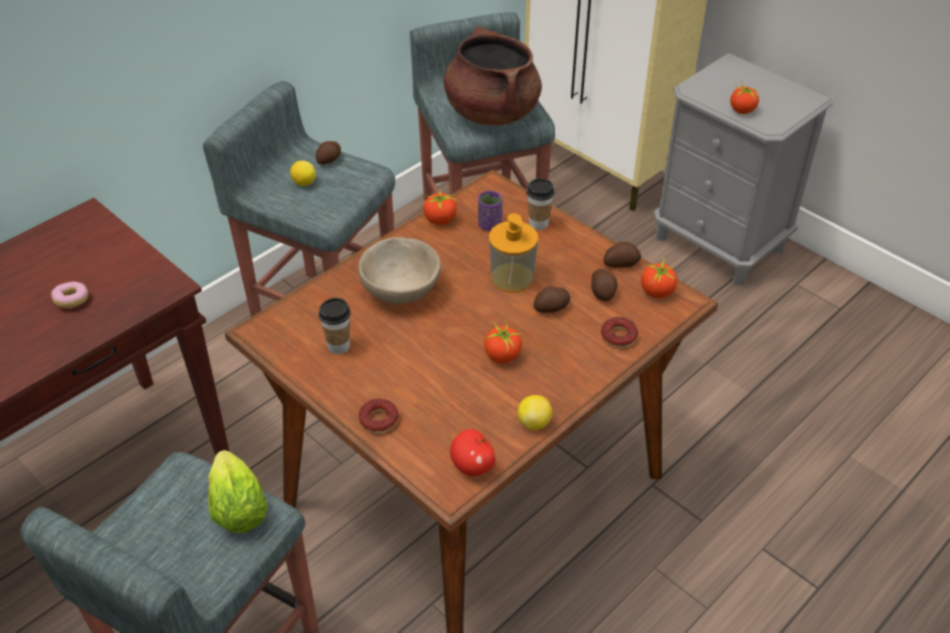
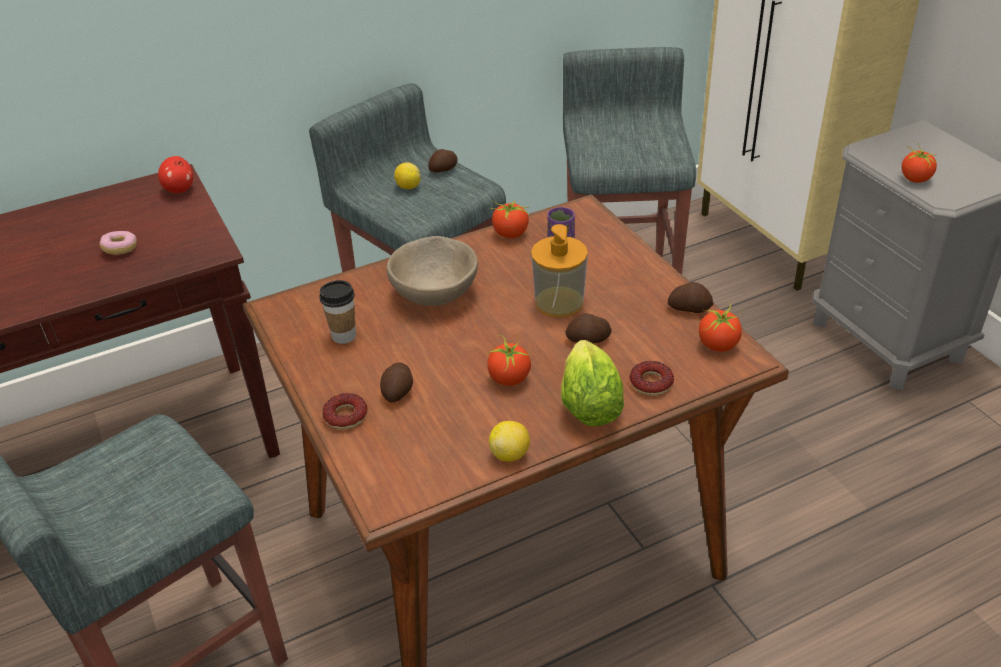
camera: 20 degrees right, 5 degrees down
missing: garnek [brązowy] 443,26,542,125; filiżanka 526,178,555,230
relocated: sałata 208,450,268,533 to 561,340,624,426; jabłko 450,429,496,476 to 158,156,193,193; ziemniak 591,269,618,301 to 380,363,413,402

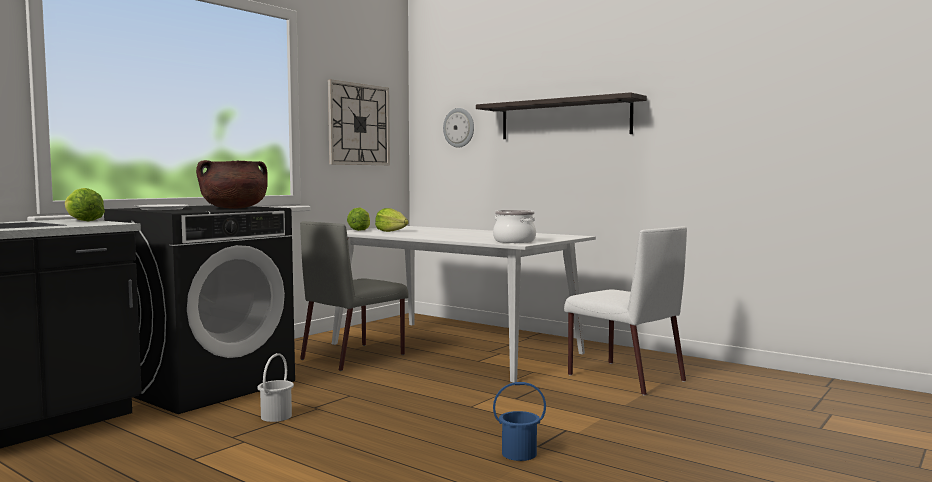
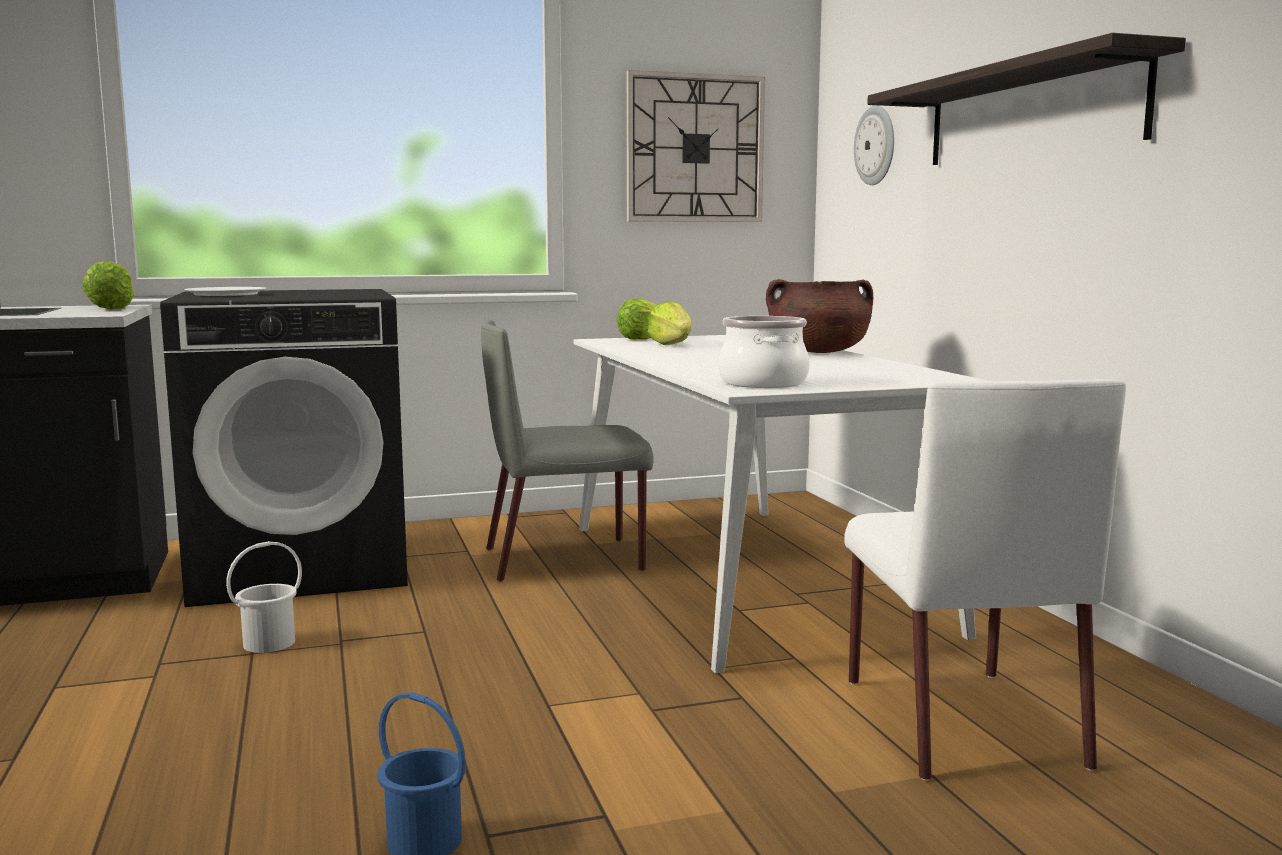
camera: 35 degrees right, 5 degrees up
relocated: garnek [brązowy] 196,160,268,209 to 766,279,873,353

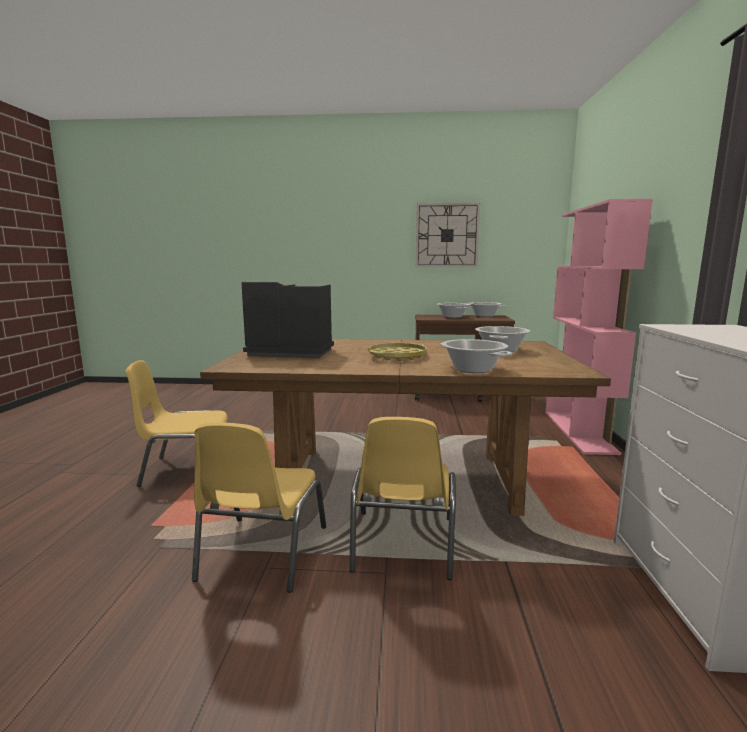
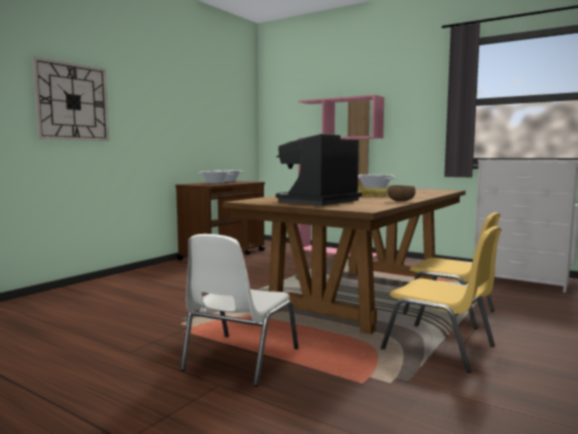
camera: 60 degrees left, 5 degrees down
missing: garnek 441,339,512,373
appeared: miska [brązowy] 387,185,416,202
relocated: zegar ścienny 416,203,480,267 to 32,57,109,141
colour: krzesło [żółty] 126,360,228,487 to krzesło [biały] 180,234,299,386

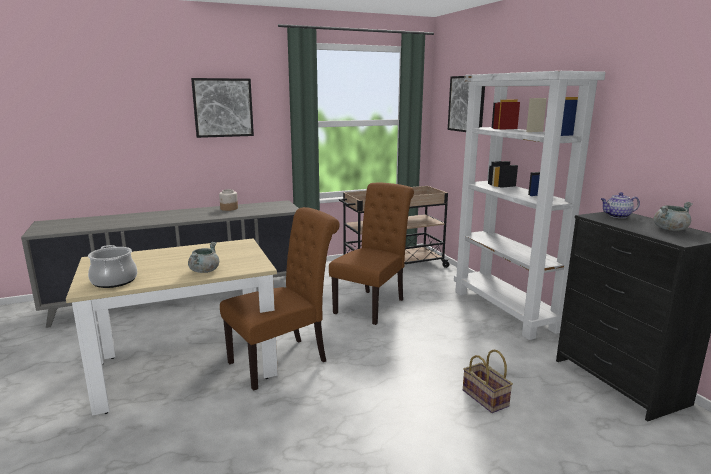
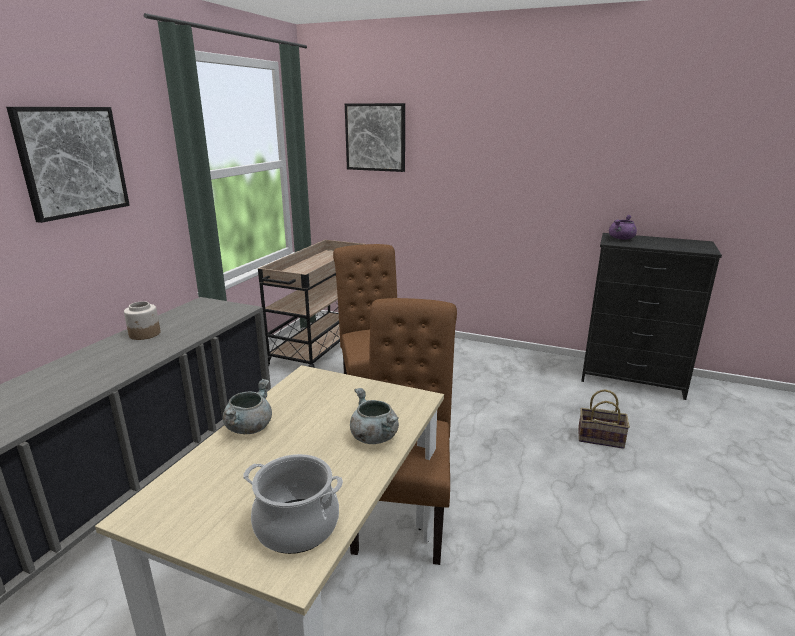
camera: 45 degrees left, 5 degrees up
missing: regał [biały] 454,71,606,340
relocated: garnek [szary] 653,202,693,231 to 223,379,272,434
exchanged: imbryk 601,192,640,218 to garnek [fioletowy] 609,215,637,240

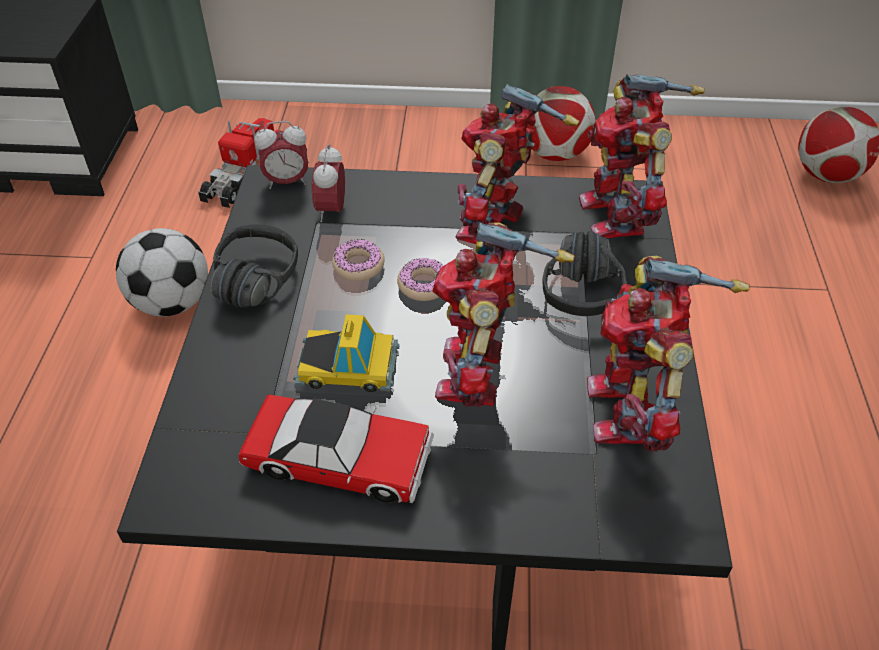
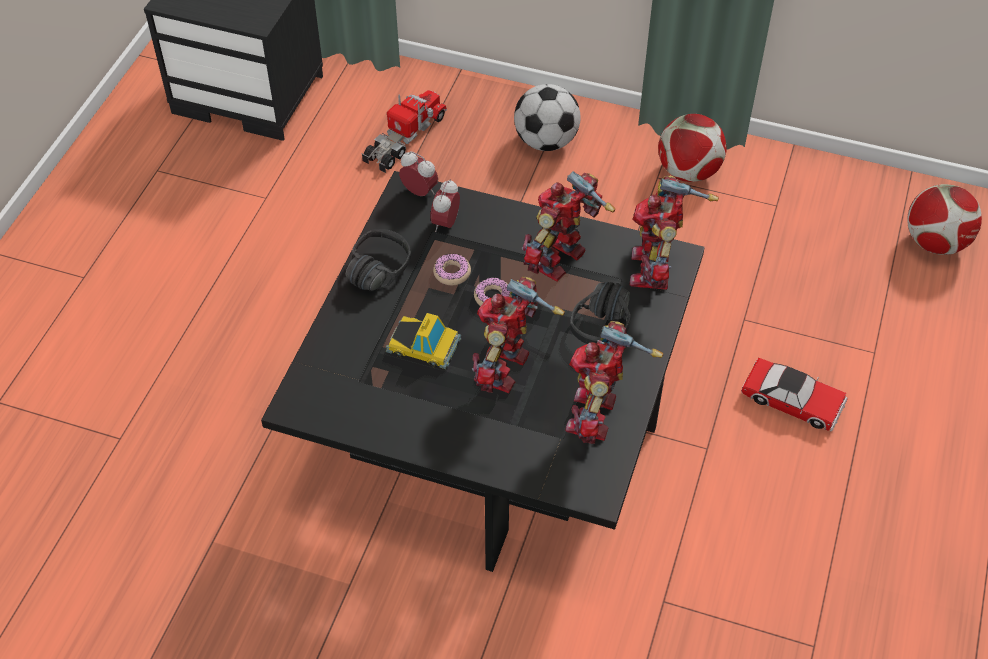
camera: 15 degrees right, 5 degrees up
relocated: piłka futbolowa 116,228,208,317 to 514,84,581,151; samochodzik 239,395,434,503 to 741,358,848,431
spun: budzik 255,121,308,189 = 399,151,438,196 150 degrees counterclockwise

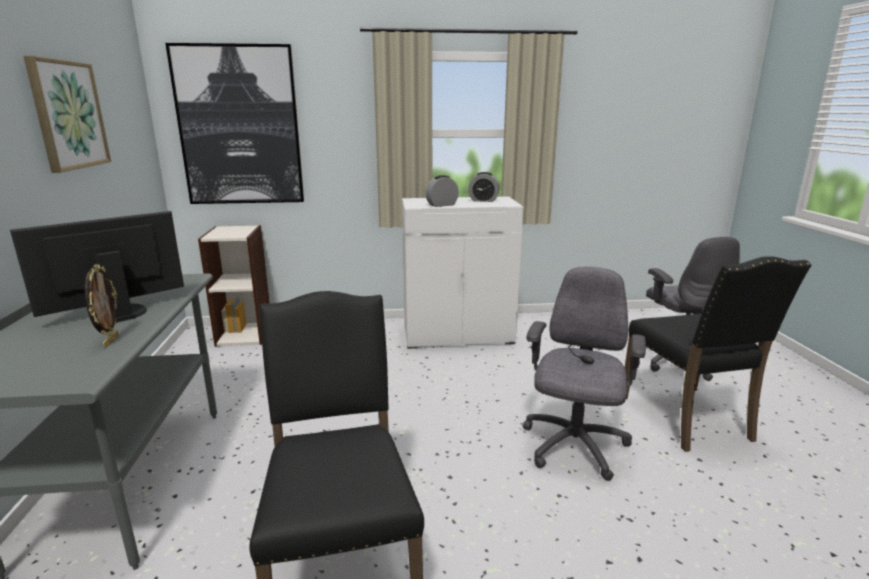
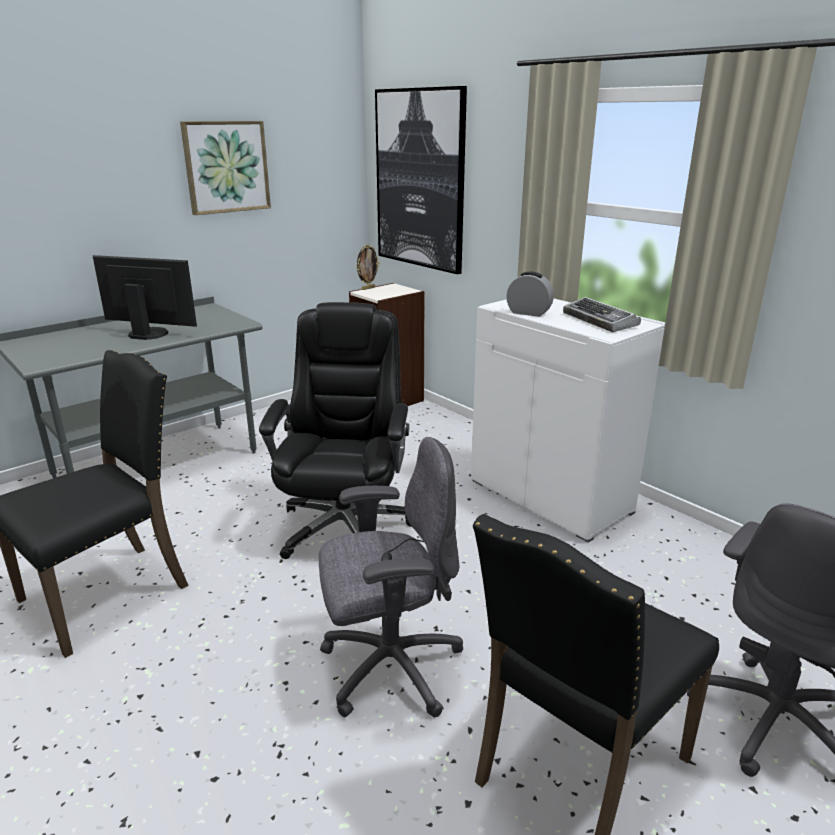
camera: 55 degrees right, 5 degrees up
appeared: krzesło biurowe [czarny] 259,302,412,559
relocated: ramka na zdjęcie 85,264,119,348 to 356,244,380,290
exchanged: budzik 468,172,500,202 to klawiatura 563,297,641,332

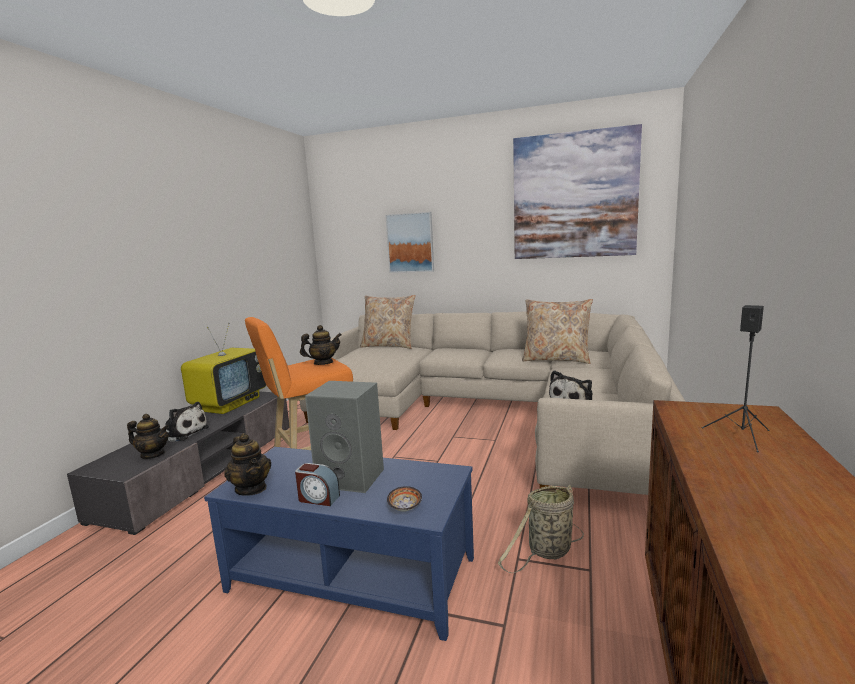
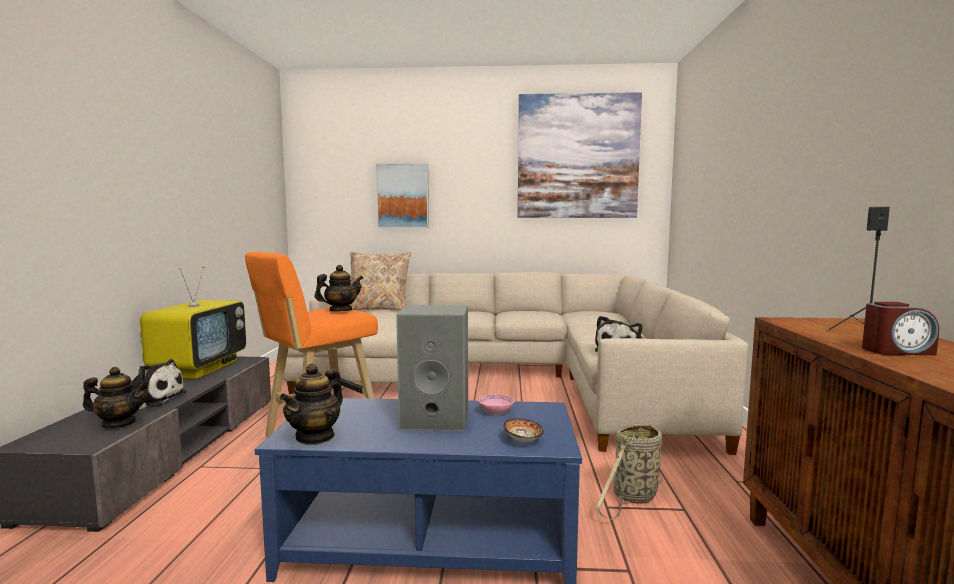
camera: 15 degrees left, 5 degrees down
missing: poduszka [beżowy] 522,299,593,364
appeared: miska [różowy] 478,394,514,414
relocated: budzik 295,463,340,506 to 862,302,939,355
spun: imbryk 224,433,271,496 = 280,363,343,445 75 degrees clockwise

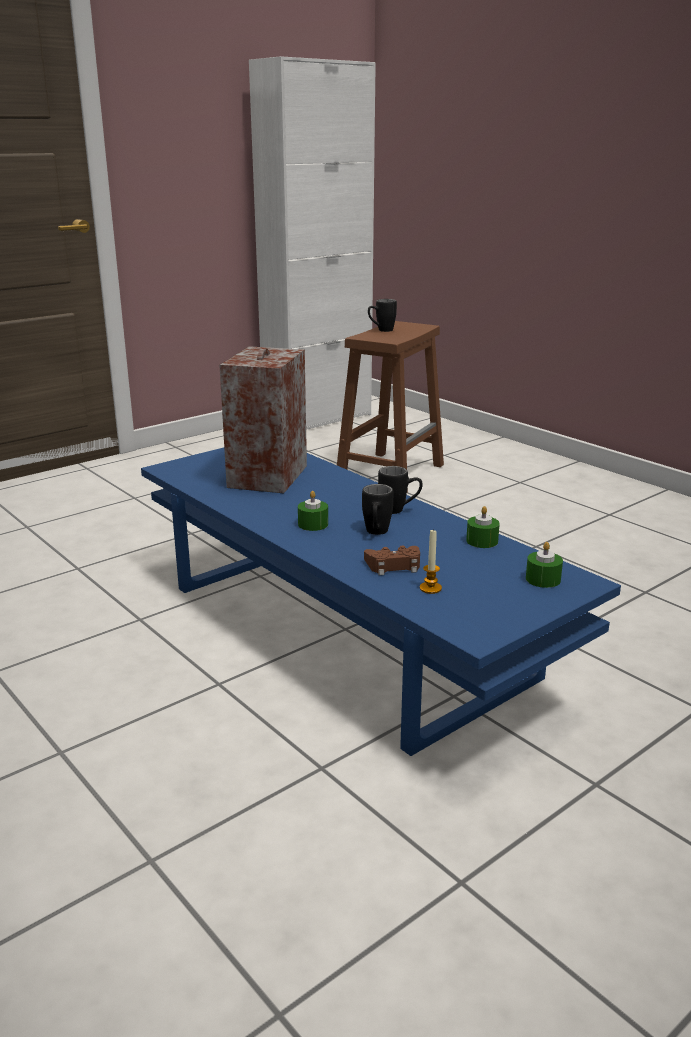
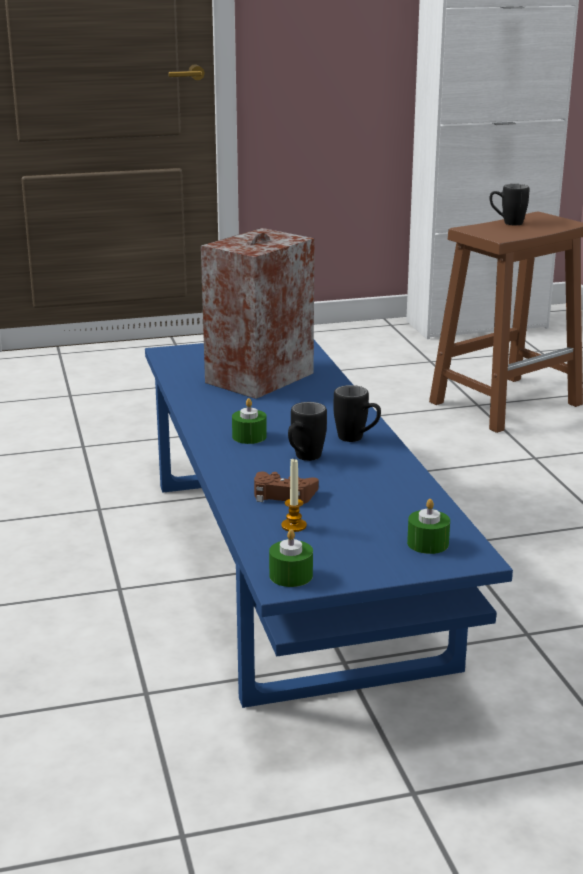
camera: 25 degrees right, 0 degrees up
relocated: świeca [zielony] 466,506,500,548 to 269,529,313,587

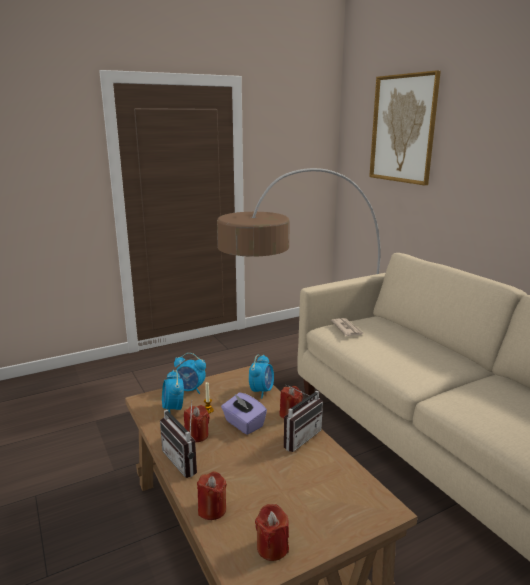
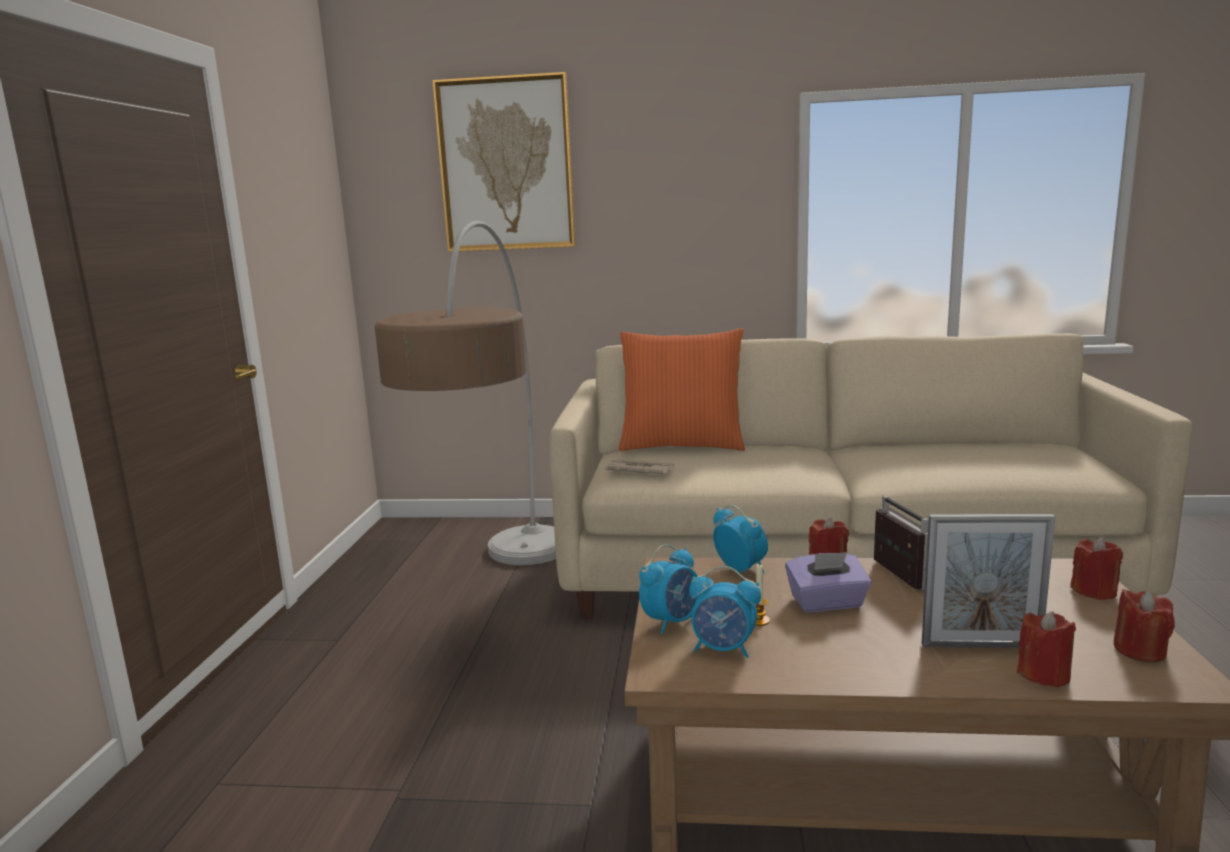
camera: 55 degrees left, 5 degrees down
missing: radio 160,400,197,478
appeared: poduszka [pomarańczowy] 619,328,745,451; ramka na zdjęcie 922,514,1055,648
relocated: świeca [czerwony] 184,405,210,442 to 1070,538,1123,600

